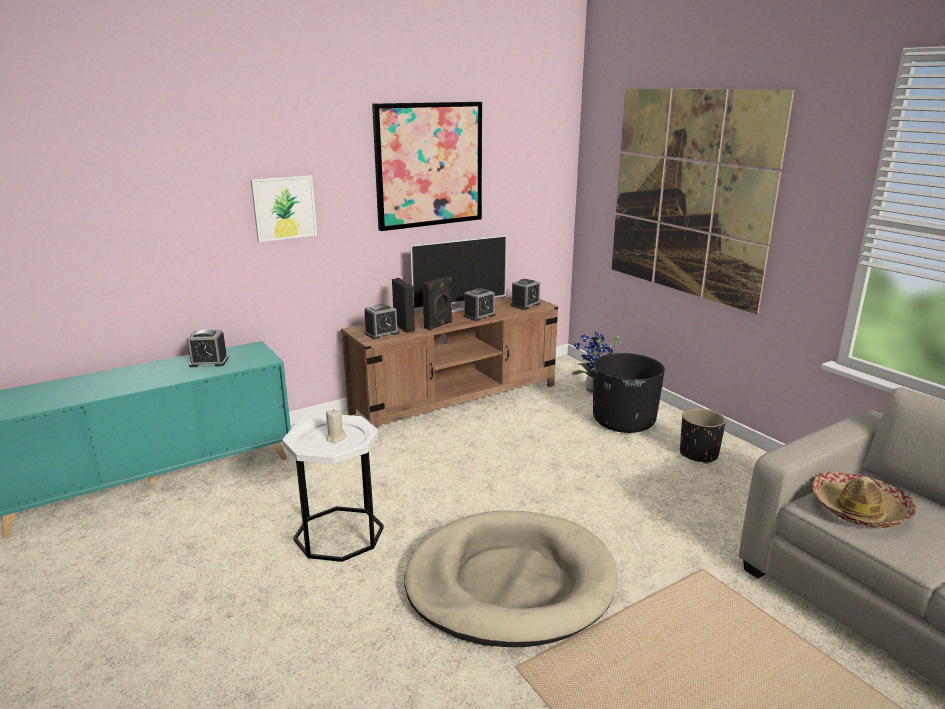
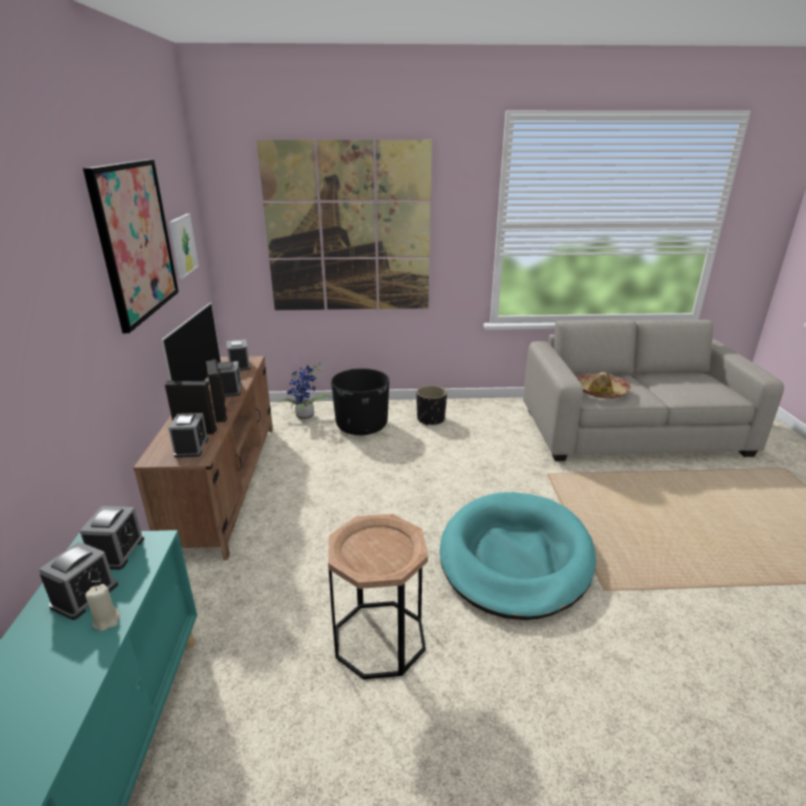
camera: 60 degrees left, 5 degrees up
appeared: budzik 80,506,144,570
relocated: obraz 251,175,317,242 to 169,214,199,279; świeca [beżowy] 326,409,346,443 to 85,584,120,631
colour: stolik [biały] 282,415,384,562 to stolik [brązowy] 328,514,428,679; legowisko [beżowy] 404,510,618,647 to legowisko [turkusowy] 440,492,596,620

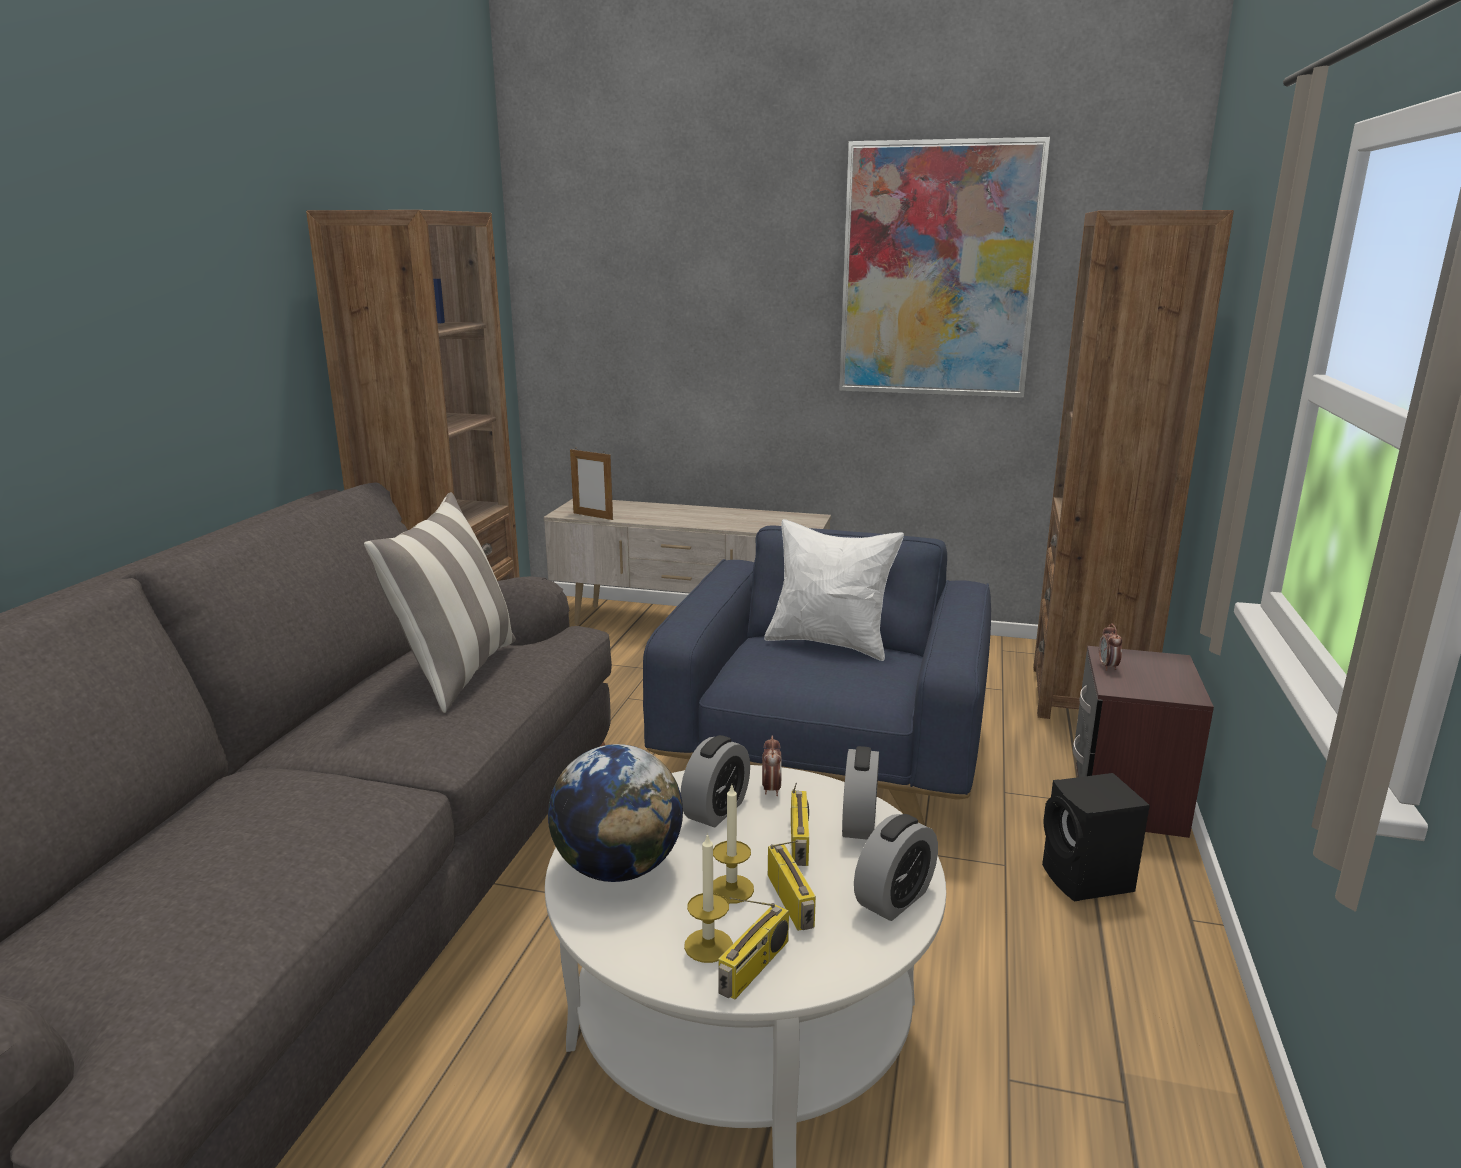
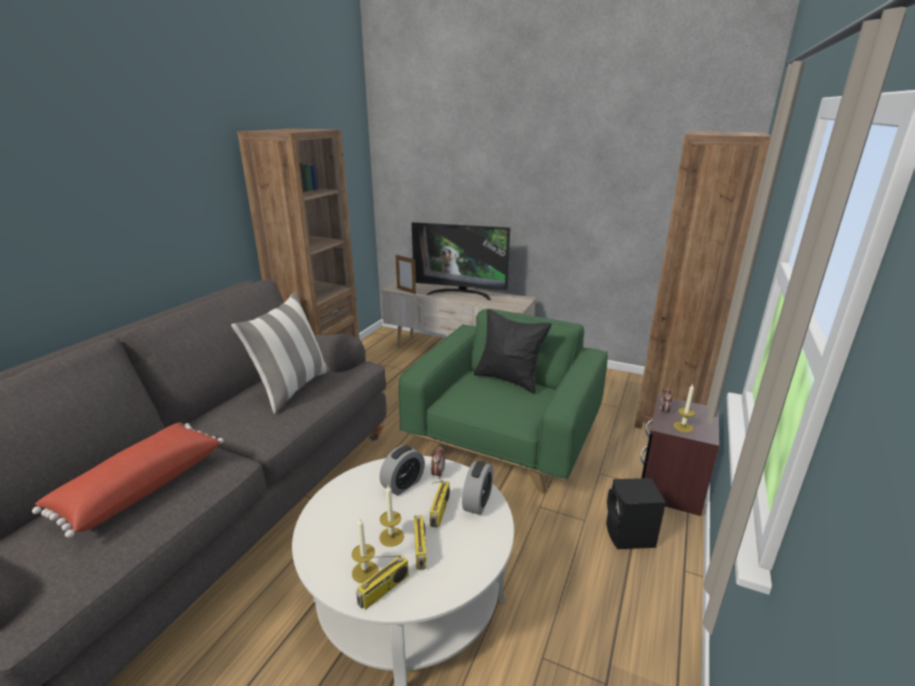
camera: 10 degrees right, 5 degrees up
missing: globus 548,744,683,882; obraz 839,137,1050,398; budzik 854,814,938,921
appeared: poduszka [czerwony] 32,423,224,538; telewizor 412,222,510,300; świeca 673,384,695,433
colour: fotel [niebieski] 643,525,991,825 to fotel [zielony] 398,309,608,493; poduszka [biały] 764,519,904,661 to poduszka [czarny] 474,309,552,394

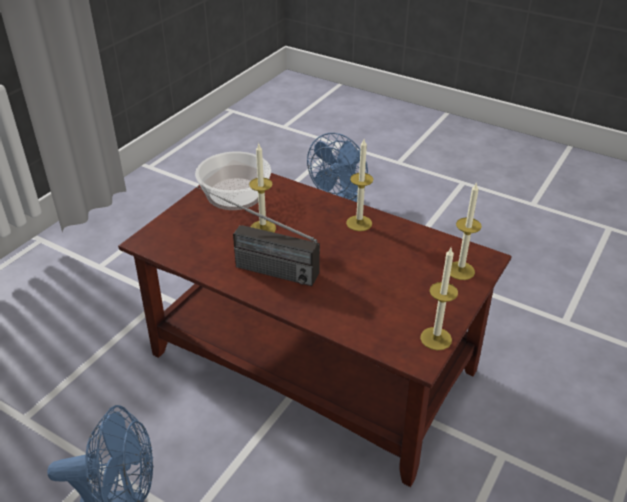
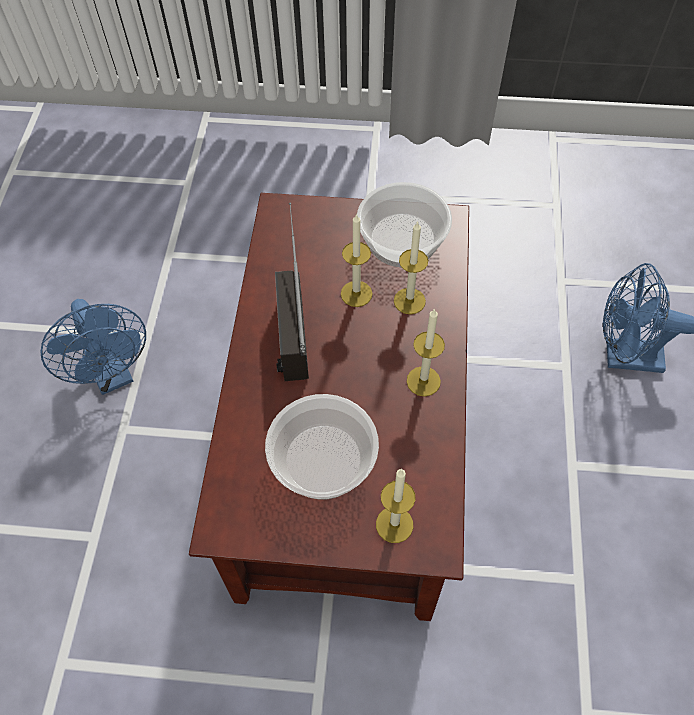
camera: 65 degrees right, 20 degrees up
appeared: miska 265,394,379,500
relocated: świeca 420,248,458,350 to 394,221,428,315

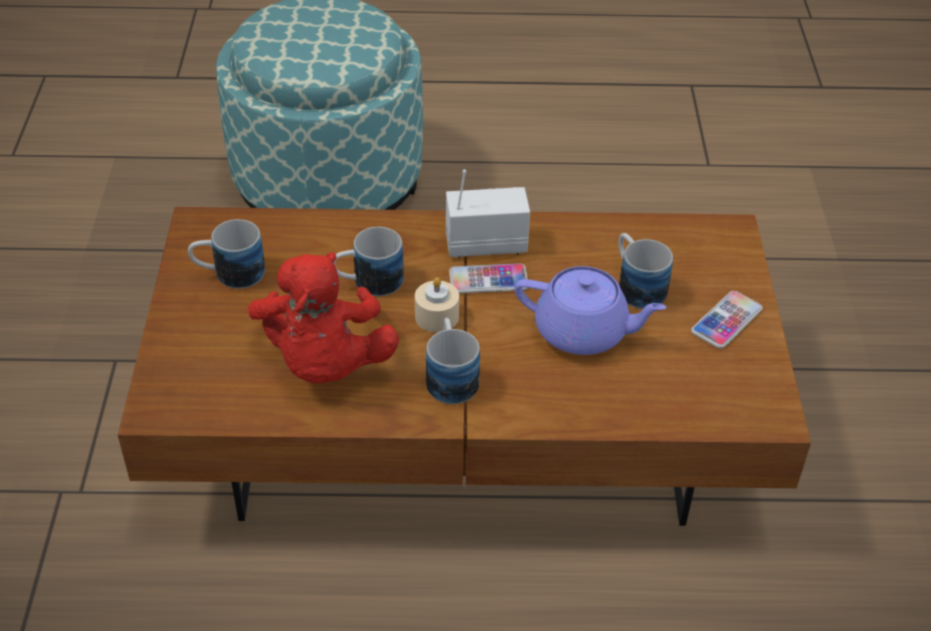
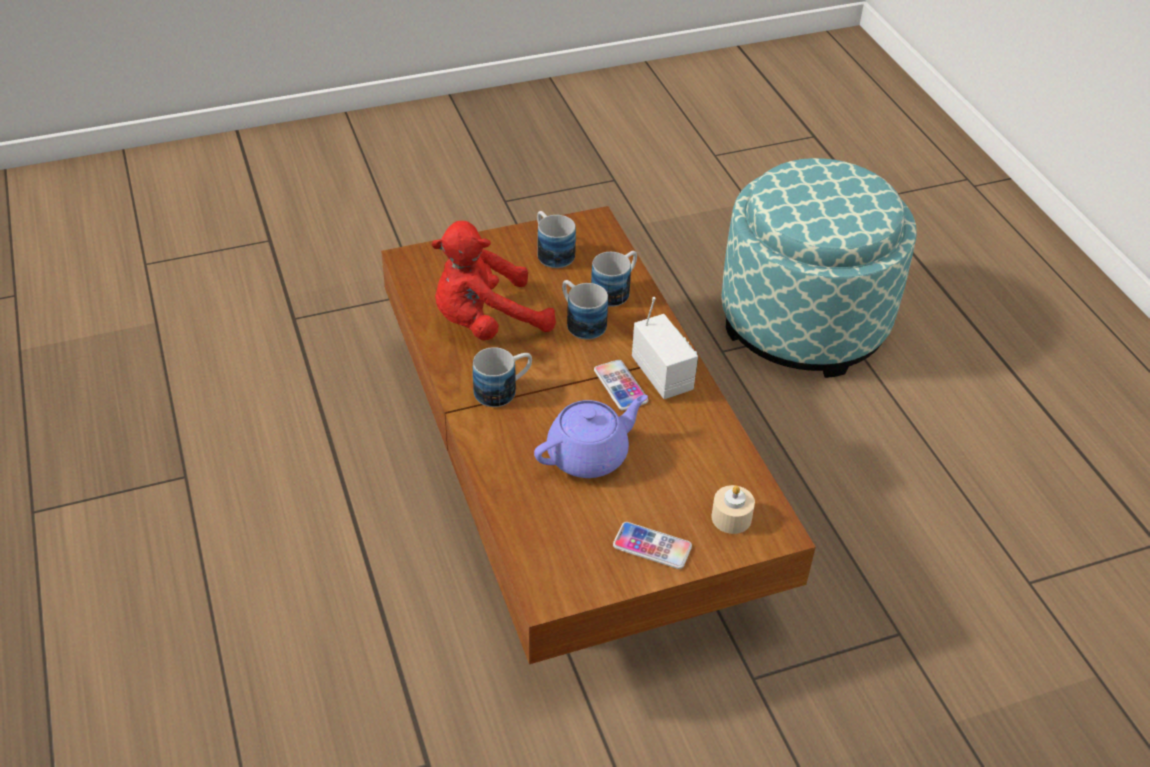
camera: 70 degrees right, 0 degrees up
relocated: świeca [beżowy] 415,277,459,332 to 711,485,755,534; kubek 619,233,673,309 to 591,251,637,307
spun: imbryk [fioletowy] 514,266,667,355 = 534,395,648,478 120 degrees counterclockwise

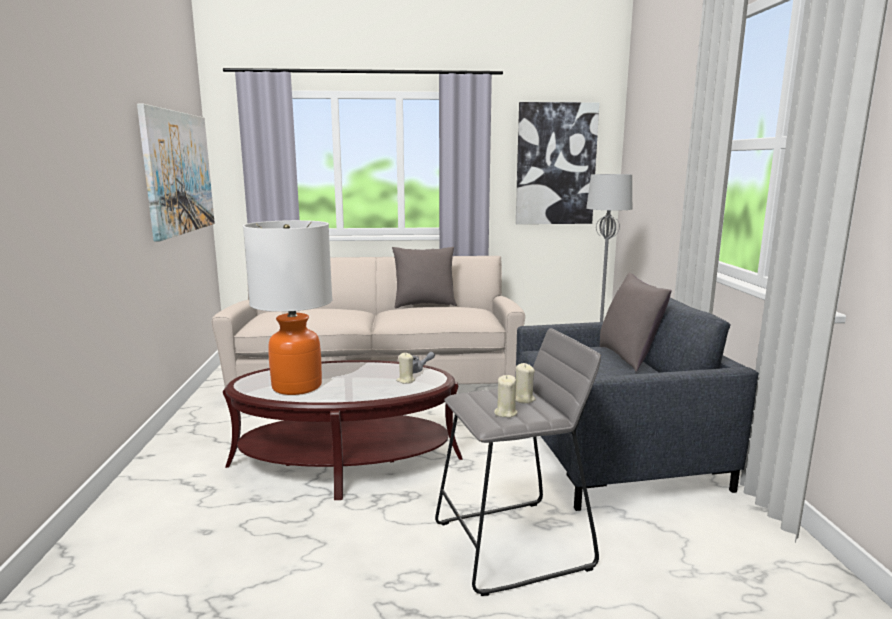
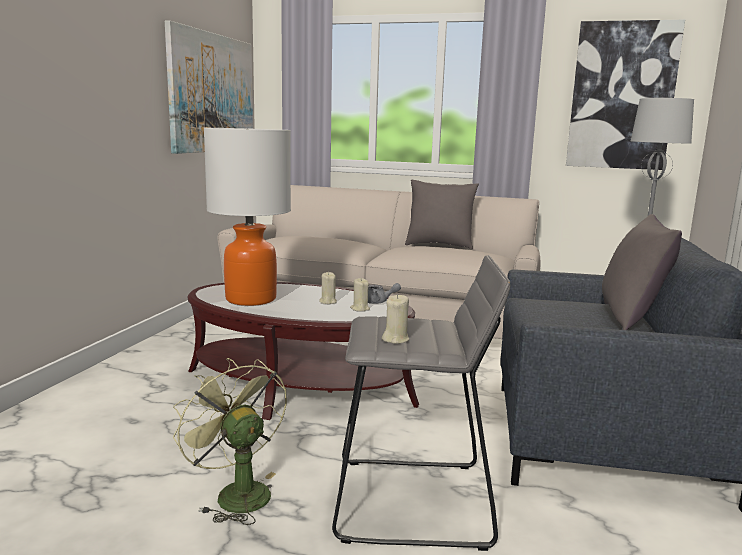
camera: 20 degrees right, 0 degrees up
appeared: wentylator [zielony] 173,358,287,525
relocated: świeca [beżowy] 516,363,536,403 to 319,272,337,304

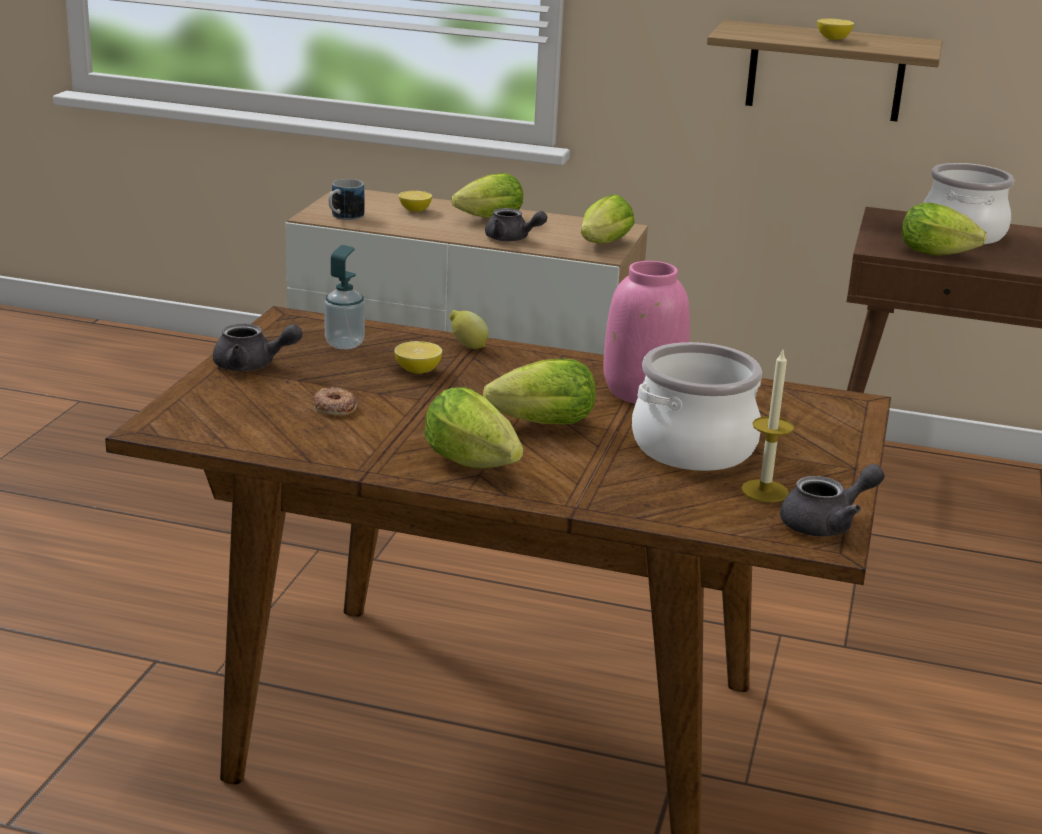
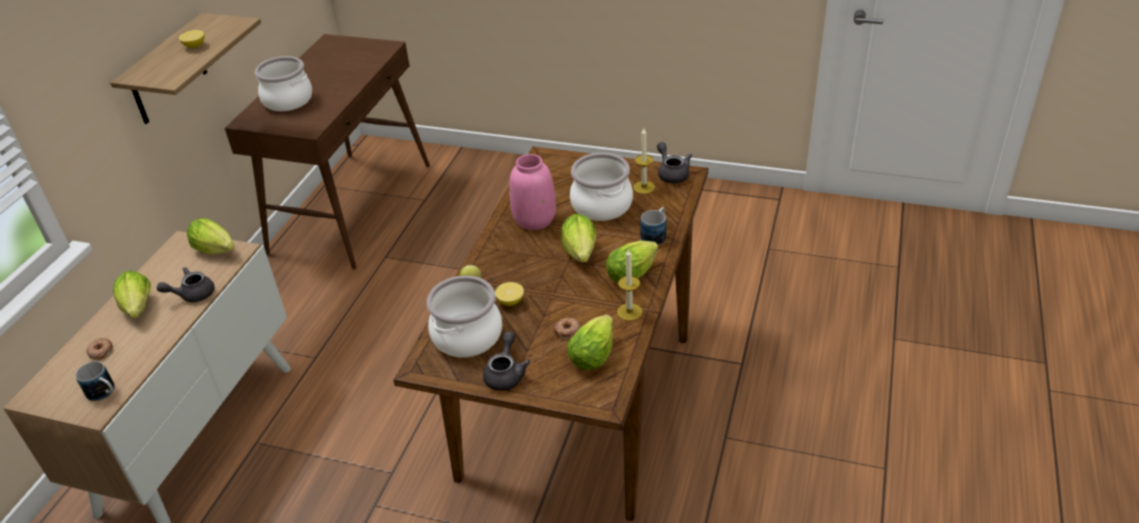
camera: 85 degrees left, 15 degrees up
appeared: świeca 617,248,642,321; kubek 640,207,666,245
relocated: sałata 902,203,986,256 to 567,315,613,370
exchanged: dozownik mydła 324,245,365,350 to garnek 427,276,502,358; cytryna 399,191,432,212 to donut 86,338,113,360
spun: imbryk [szary] 485,208,547,242 = 157,267,215,302 150 degrees counterclockwise

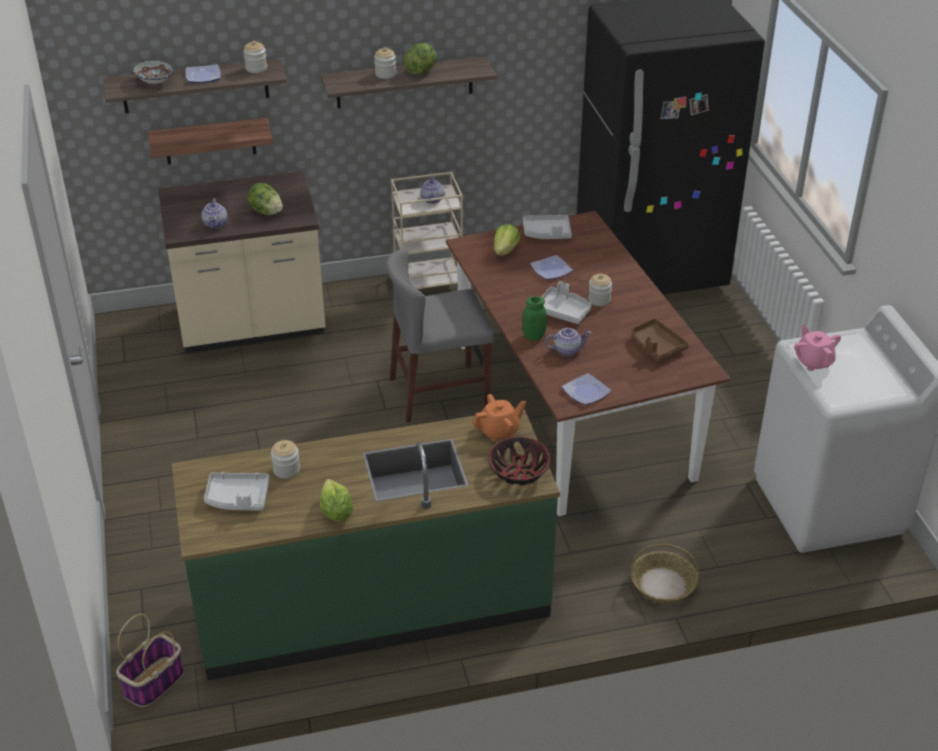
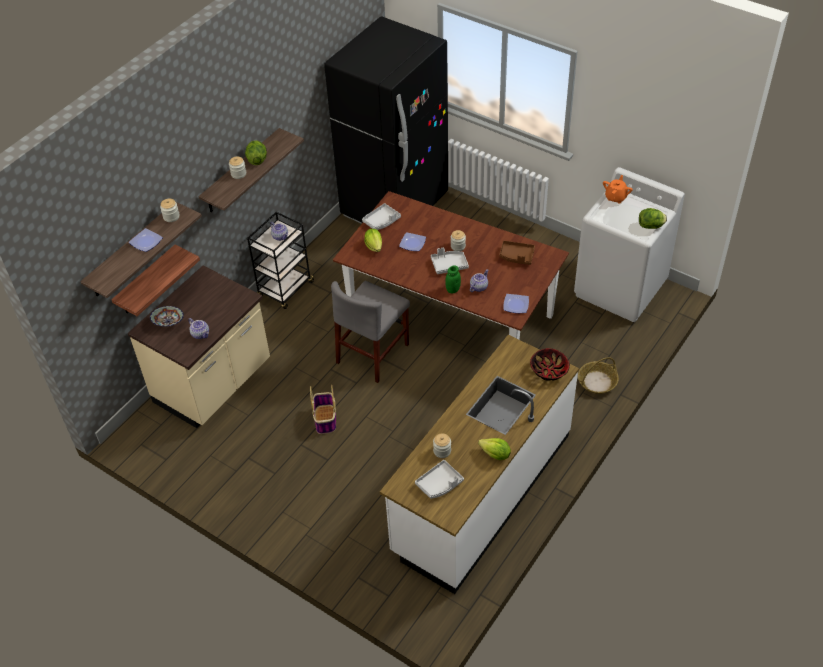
camera: 40 degrees left, 10 degrees up
missing: imbryk [różowy] 794,324,841,371
relocated: koszyk 116,614,184,707 to 310,385,336,434; miska 132,61,174,84 to 150,306,184,327; sałata 248,183,283,215 to 639,208,667,229; imbryk [pomarańczowy] 473,394,526,442 to 603,175,633,203
colour: zabudowa kuchenna [zielony] 172,409,560,681 to zabudowa kuchenna [biały] 380,335,579,594; wózek [beżowy] 391,172,472,289 to wózek [czarny] 247,212,314,309

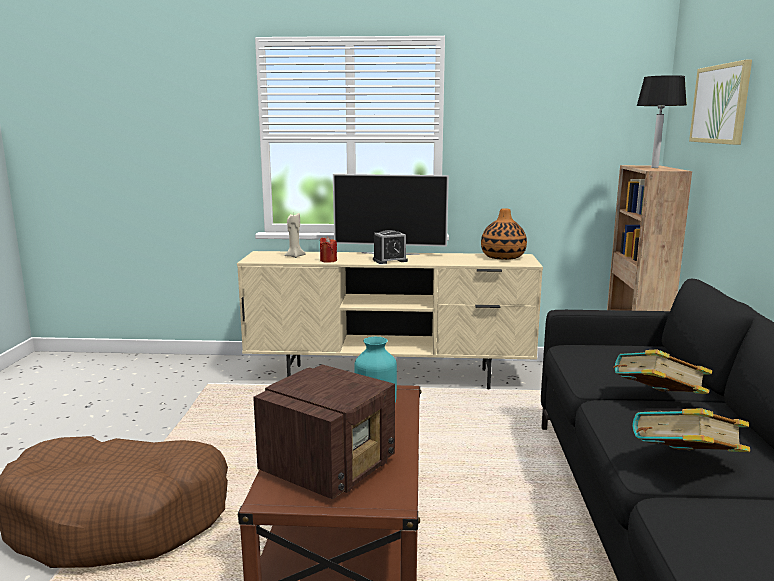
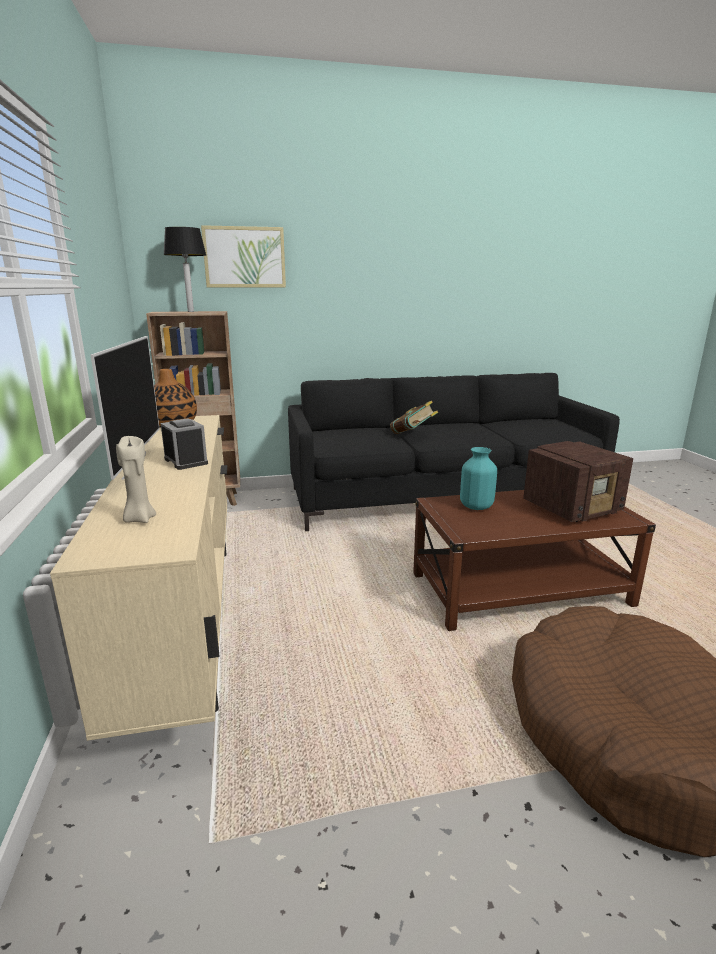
camera: 105 degrees left, 5 degrees up
missing: świeca [czerwony] 320,237,337,263; książka 632,408,750,452
spun: radio 253,364,395,500 = 523,441,633,522 135 degrees clockwise

